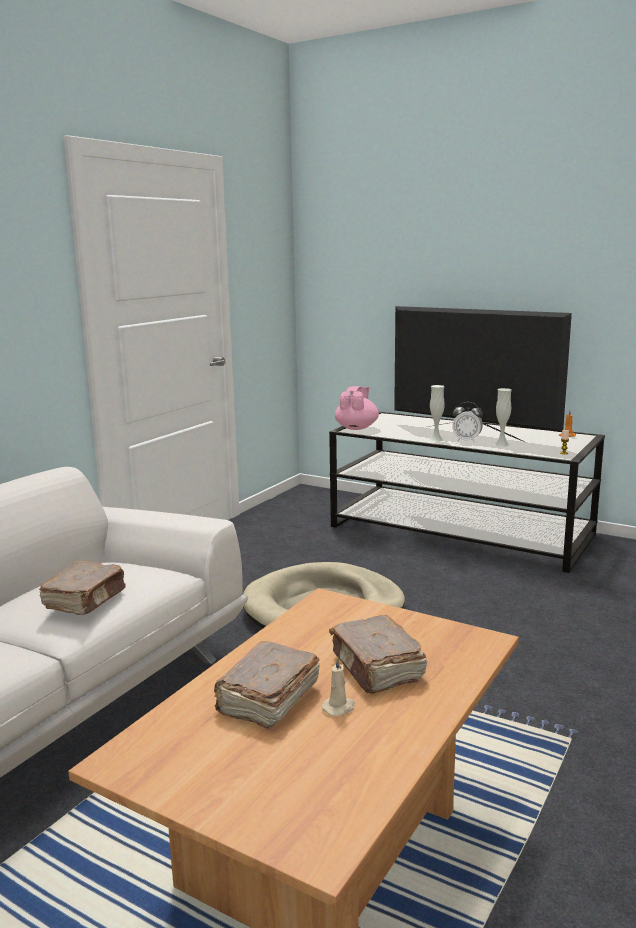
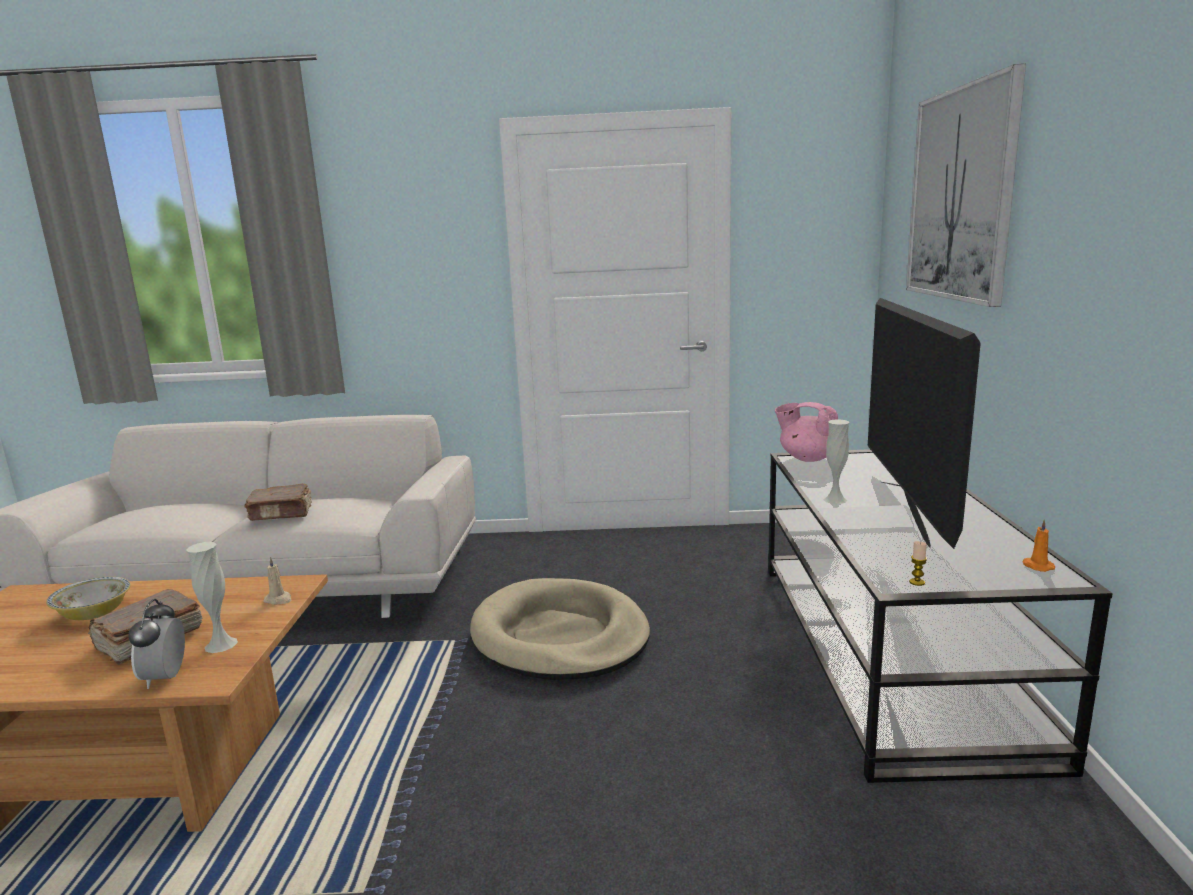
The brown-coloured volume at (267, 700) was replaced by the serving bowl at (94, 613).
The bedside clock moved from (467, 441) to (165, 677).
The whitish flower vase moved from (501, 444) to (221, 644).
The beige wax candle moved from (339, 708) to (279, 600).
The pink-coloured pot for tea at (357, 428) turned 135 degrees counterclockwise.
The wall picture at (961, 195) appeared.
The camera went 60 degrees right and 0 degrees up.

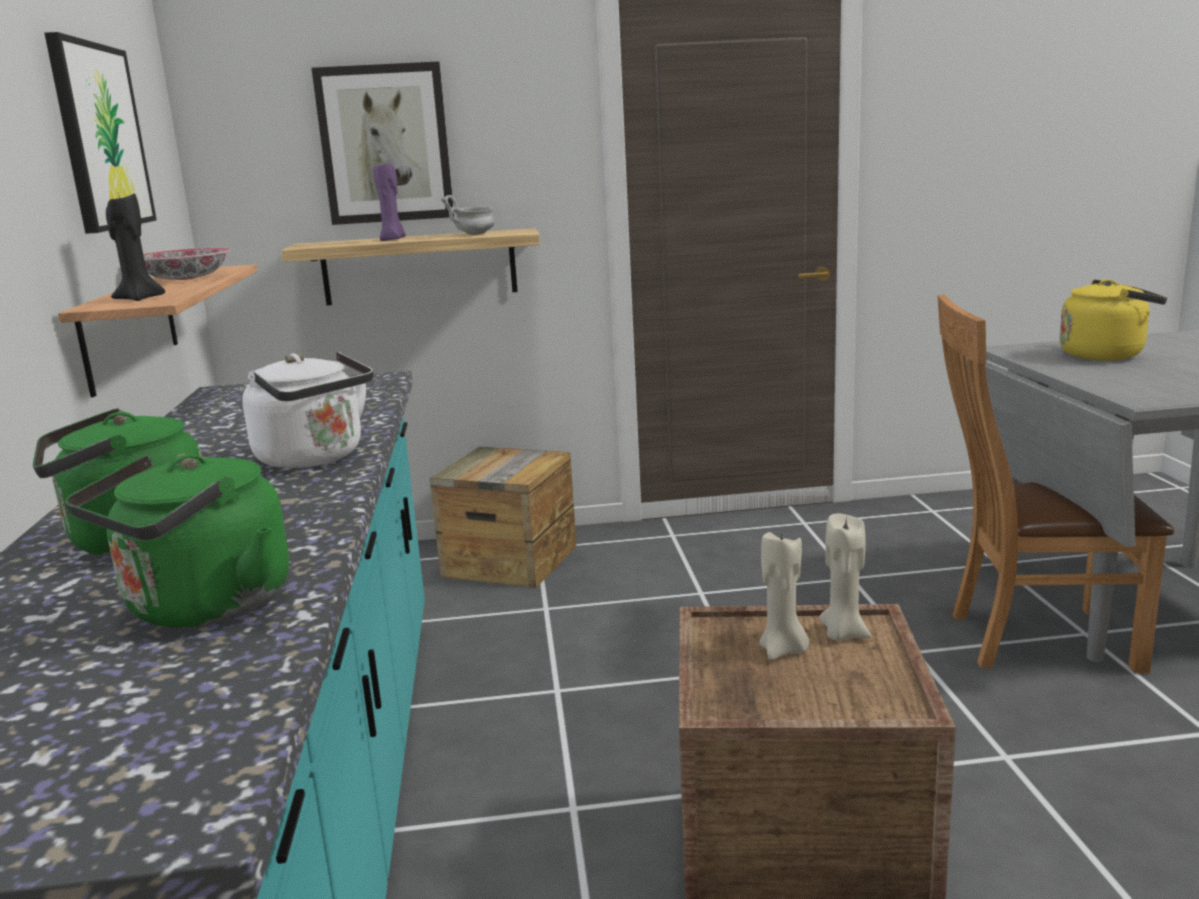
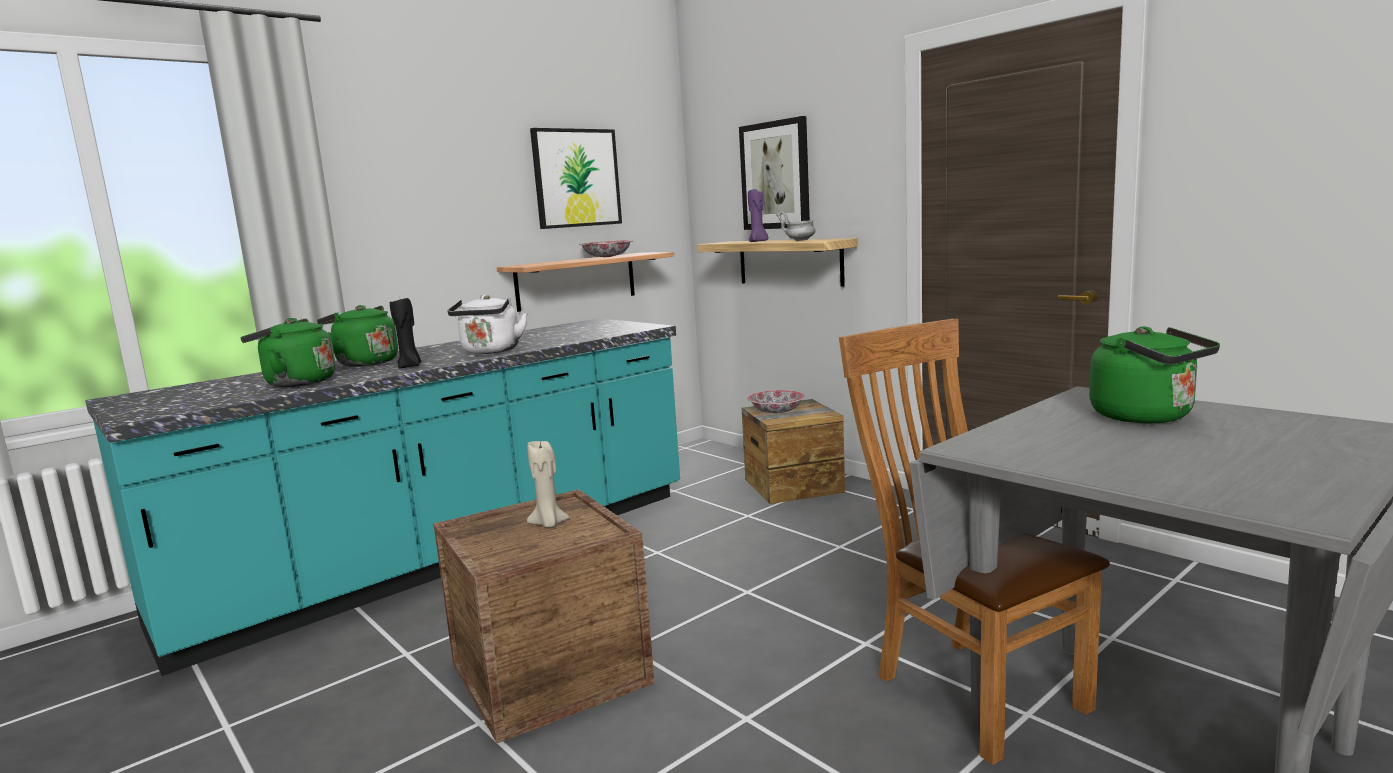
The black wax candle moved from (139, 299) to (410, 366).
The serving bowl at (777, 411) appeared.
The yellowish tea kettle at (1106, 355) became the green tea kettle at (1147, 417).
The beige wax candle at (842, 634) disappeared.
The camera went 55 degrees right and 5 degrees down.

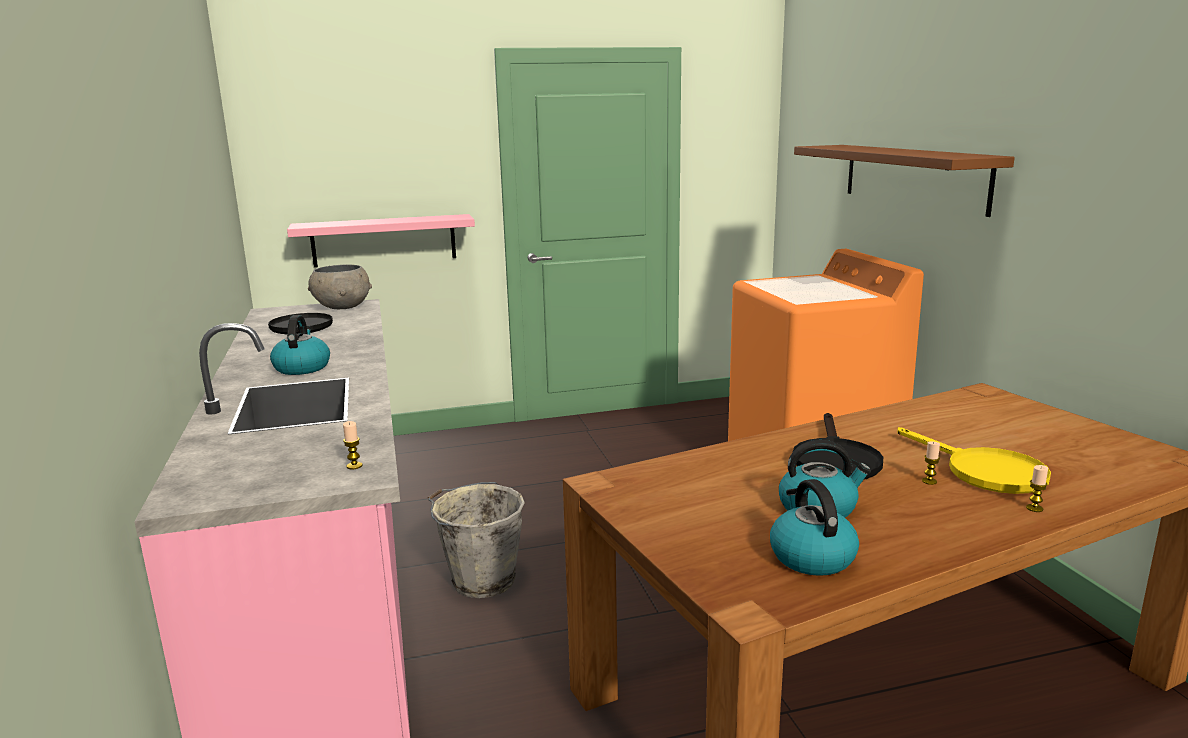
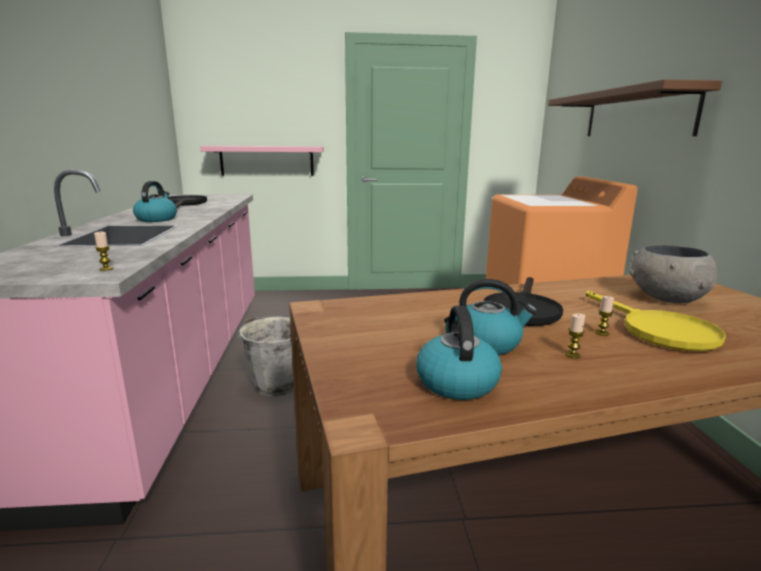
The wax candle moved from (1034, 508) to (572, 355).
The greyish serving bowl moved from (342, 307) to (666, 298).
The camera went 10 degrees right and 0 degrees up.

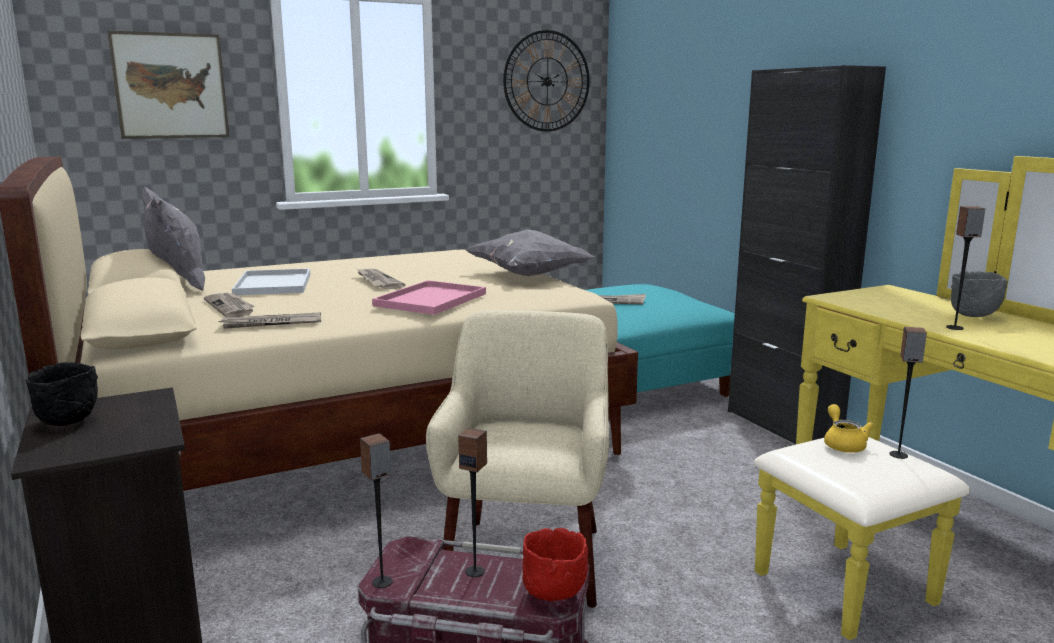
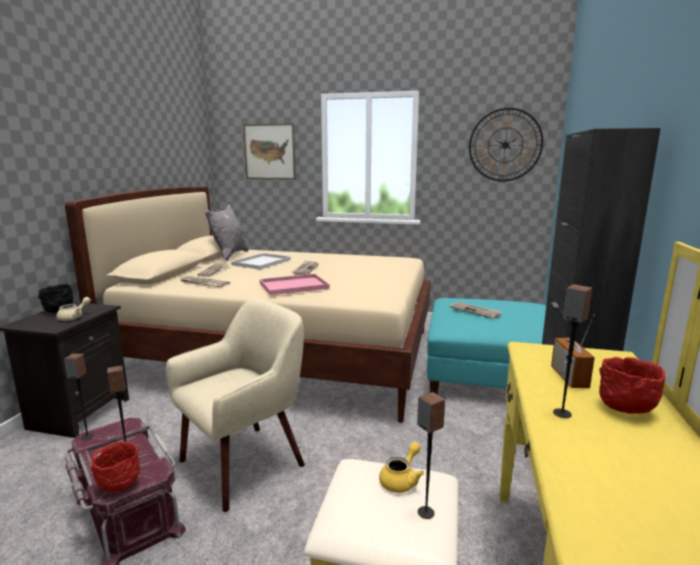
The beige pot for tea at (74, 317) appeared.
The radio at (569, 378) appeared.
The greyish serving bowl at (974, 316) became the reddish serving bowl at (626, 410).
The greyish cushion at (529, 275) disappeared.
The camera went 40 degrees right and 0 degrees up.

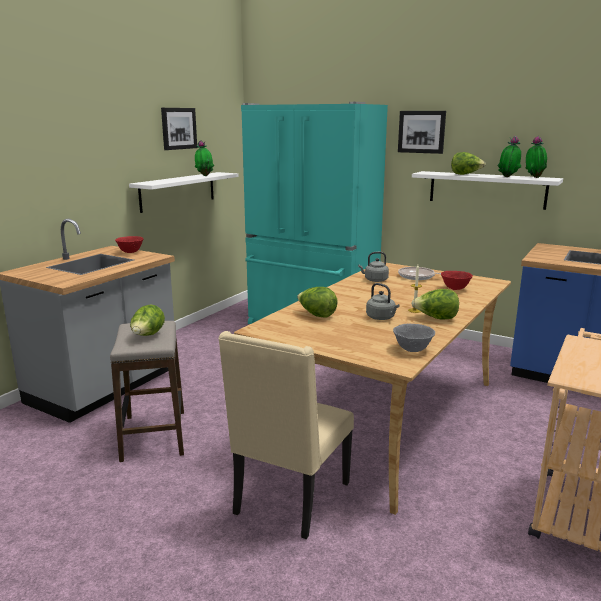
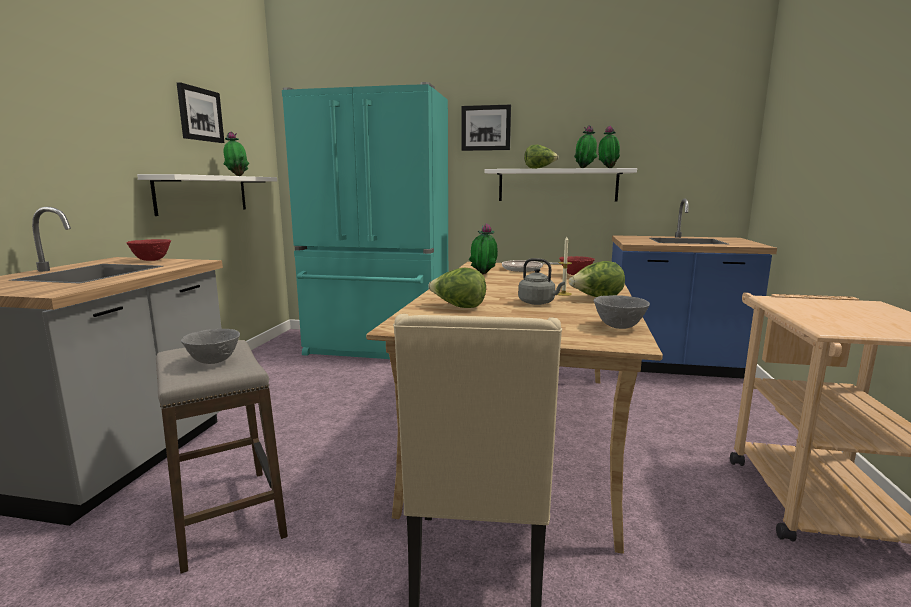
The lettuce head at (147, 336) was replaced by the greyish serving bowl at (214, 361).
The greyish tea kettle at (374, 280) was replaced by the plant in a pot at (483, 274).
The camera went 20 degrees left and 5 degrees down.

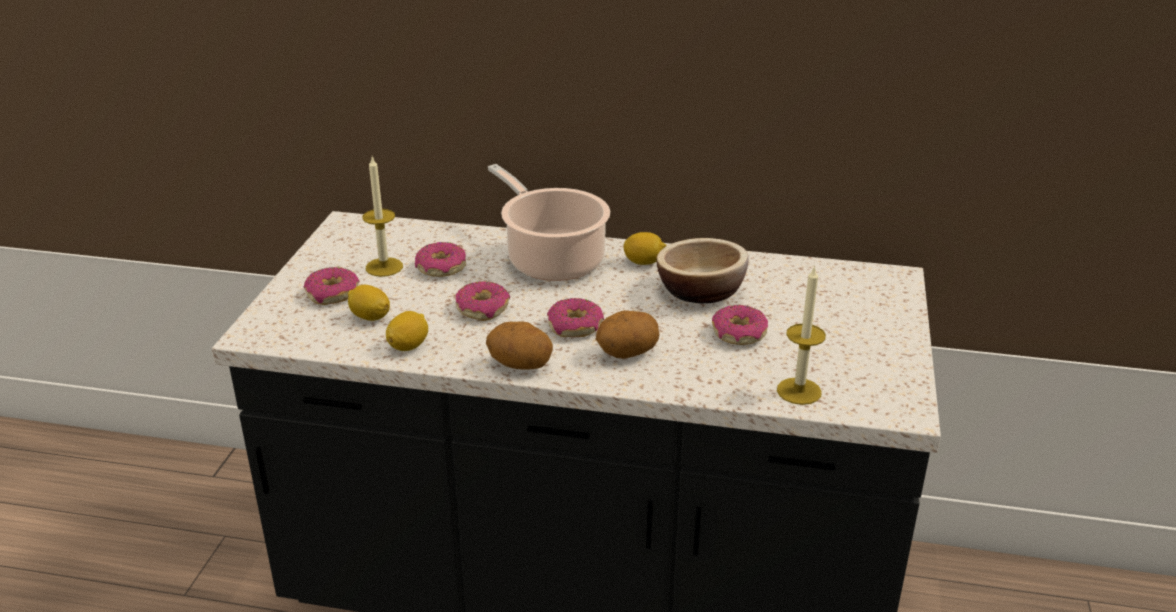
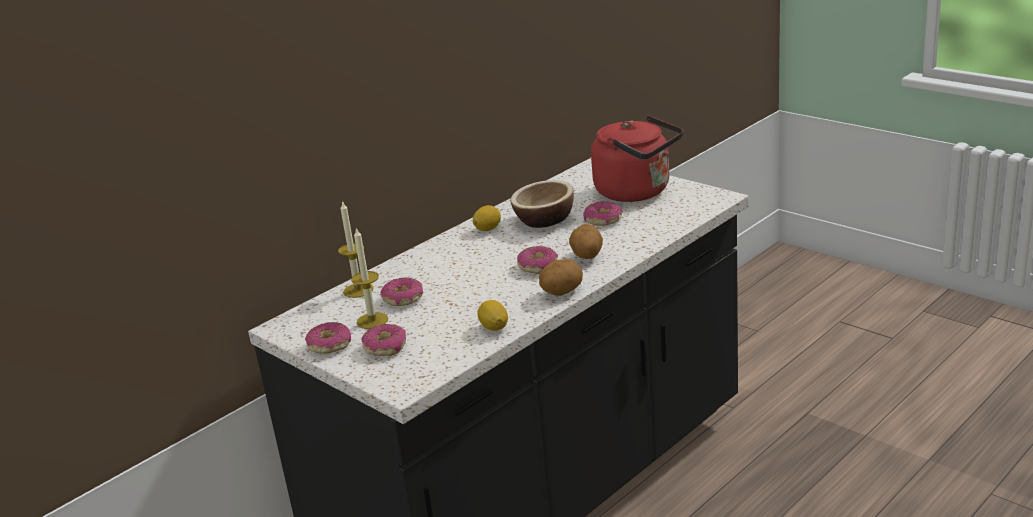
The ring doughnut moved from (483, 308) to (329, 345).
The wax candle moved from (799, 391) to (358, 290).
The reddish tea kettle at (637, 192) appeared.
The lemon at (370, 317) disappeared.
The stockpot at (552, 259) disappeared.
The camera went 55 degrees left and 5 degrees down.

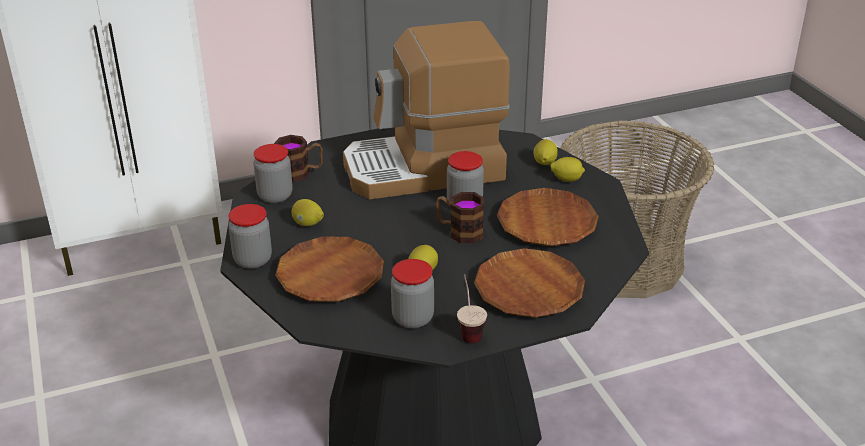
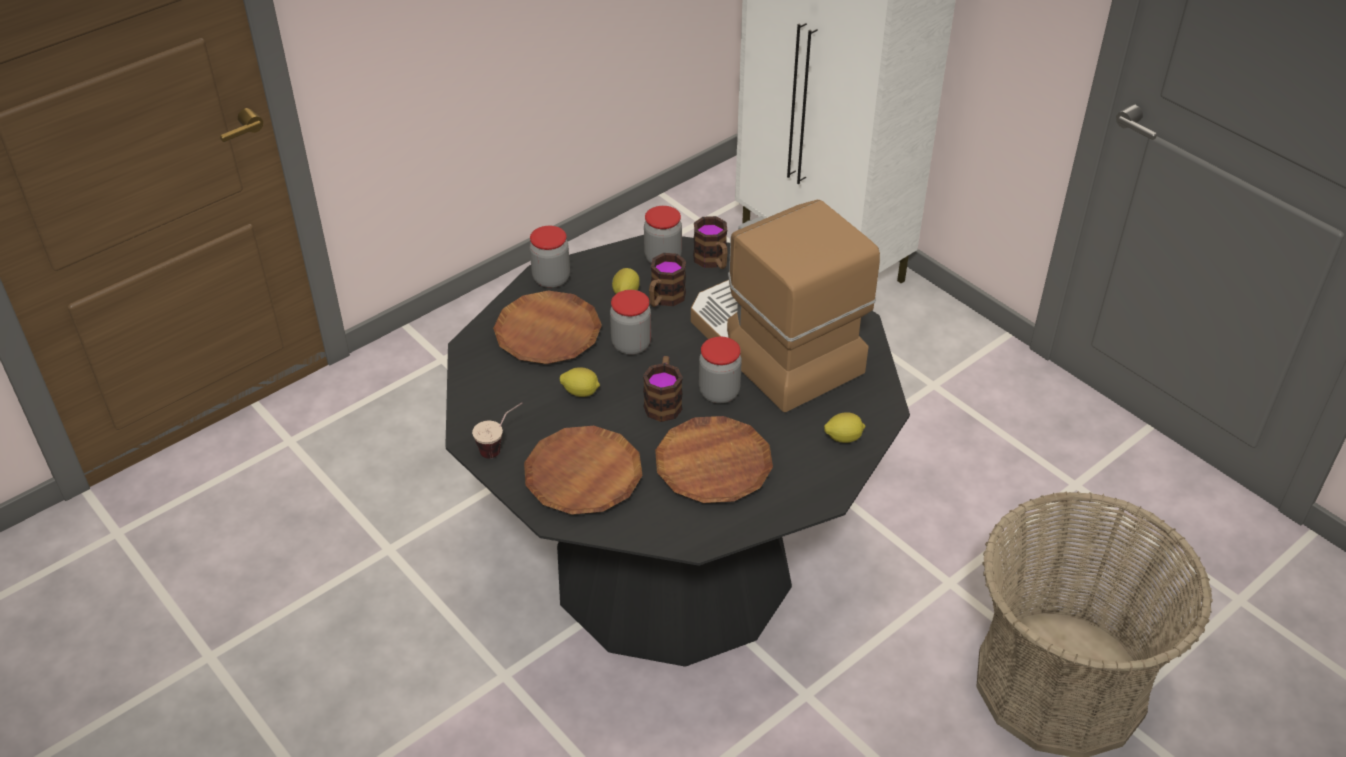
The storage jar moved from (413, 318) to (631, 344).
The mug at (664, 299) appeared.
The lemon at (566, 179) disappeared.
The camera went 70 degrees right and 10 degrees up.

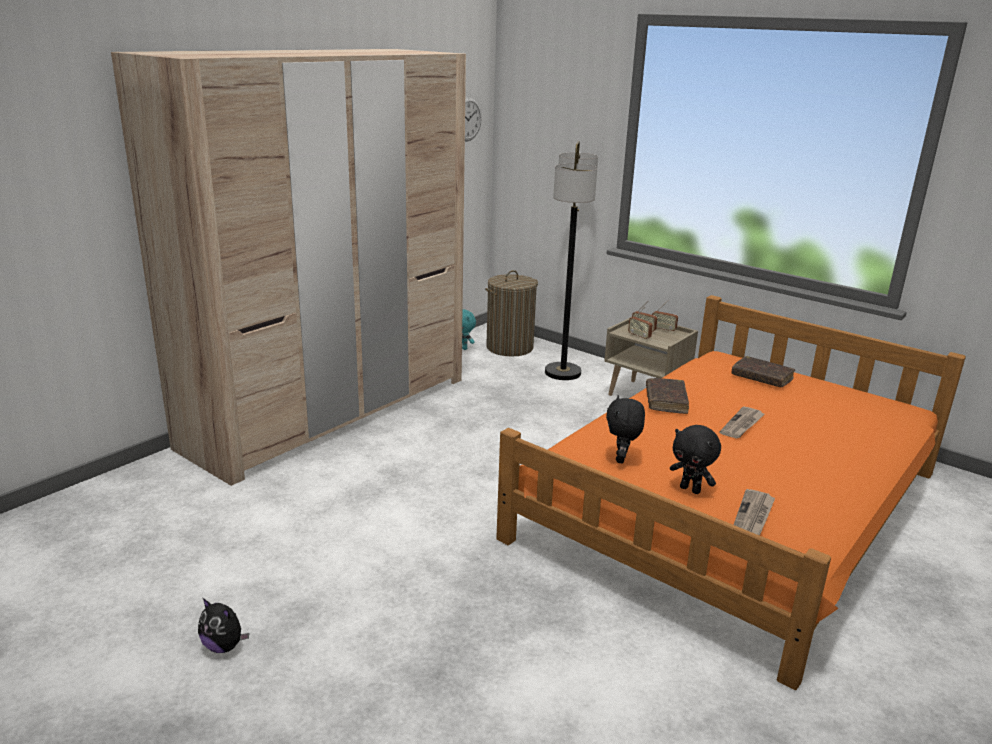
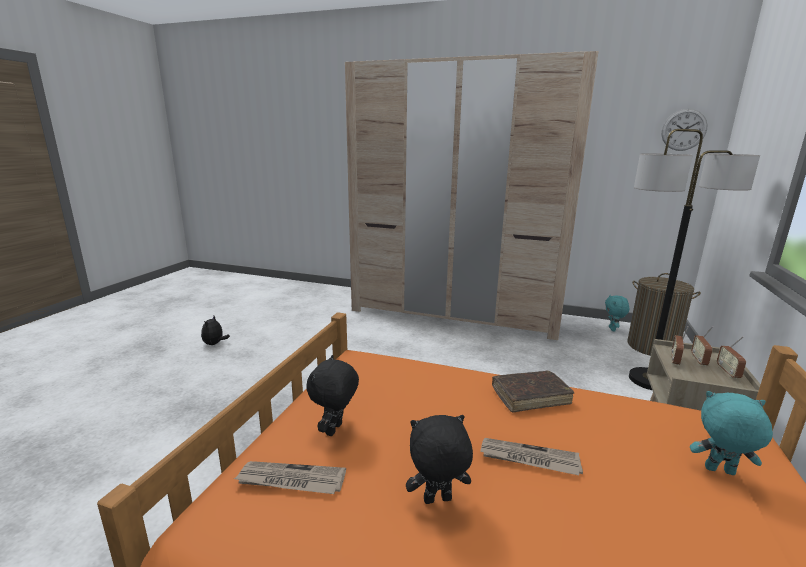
The black cuddly toy moved from (621, 459) to (437, 501).
The brown-coloured volume at (762, 378) was replaced by the blue-green cuddly toy at (719, 471).
The camera went 70 degrees right and 5 degrees down.

